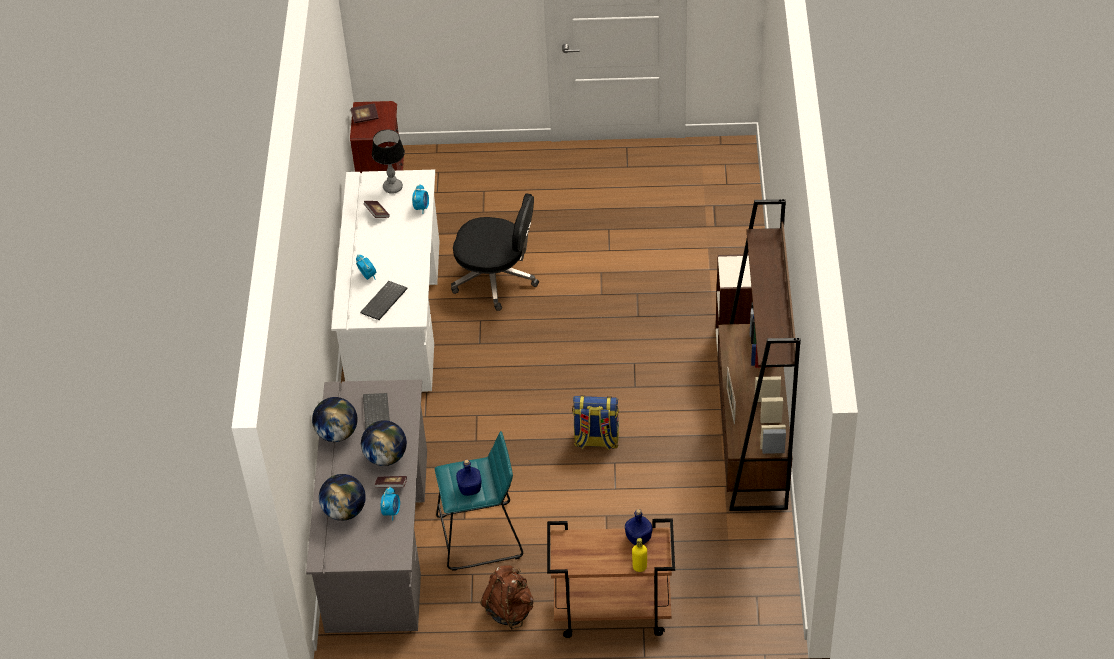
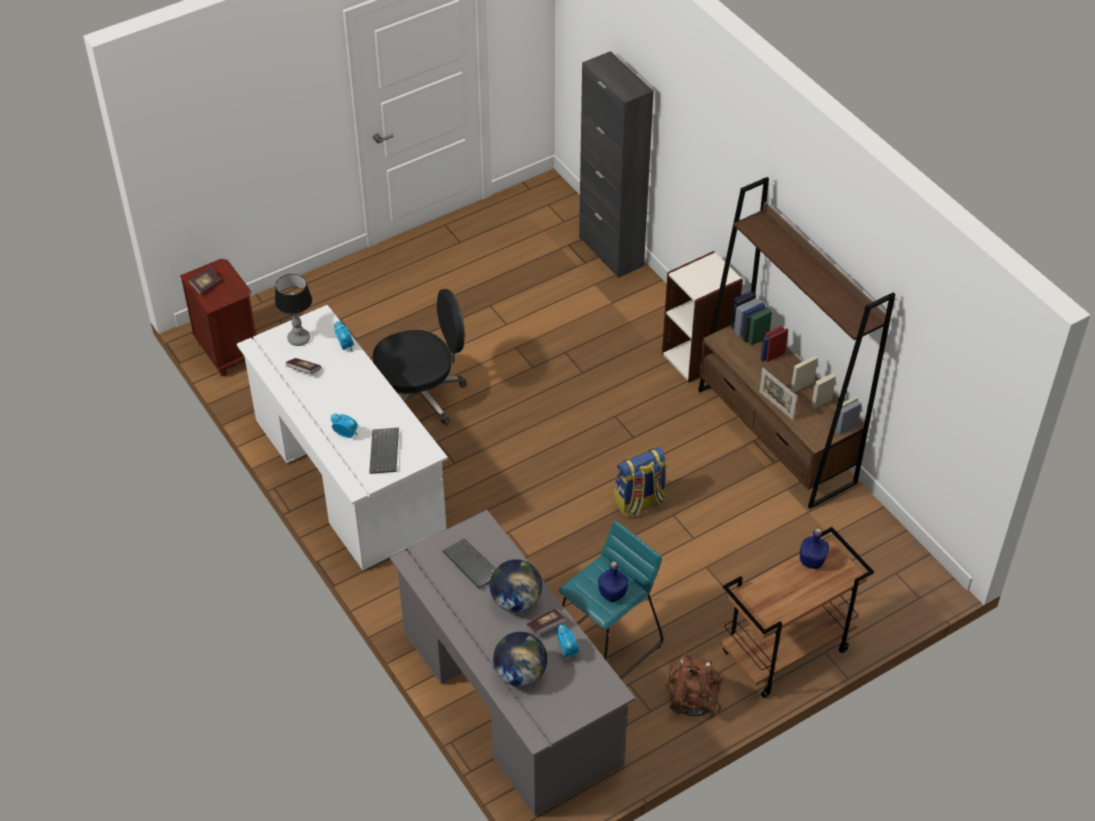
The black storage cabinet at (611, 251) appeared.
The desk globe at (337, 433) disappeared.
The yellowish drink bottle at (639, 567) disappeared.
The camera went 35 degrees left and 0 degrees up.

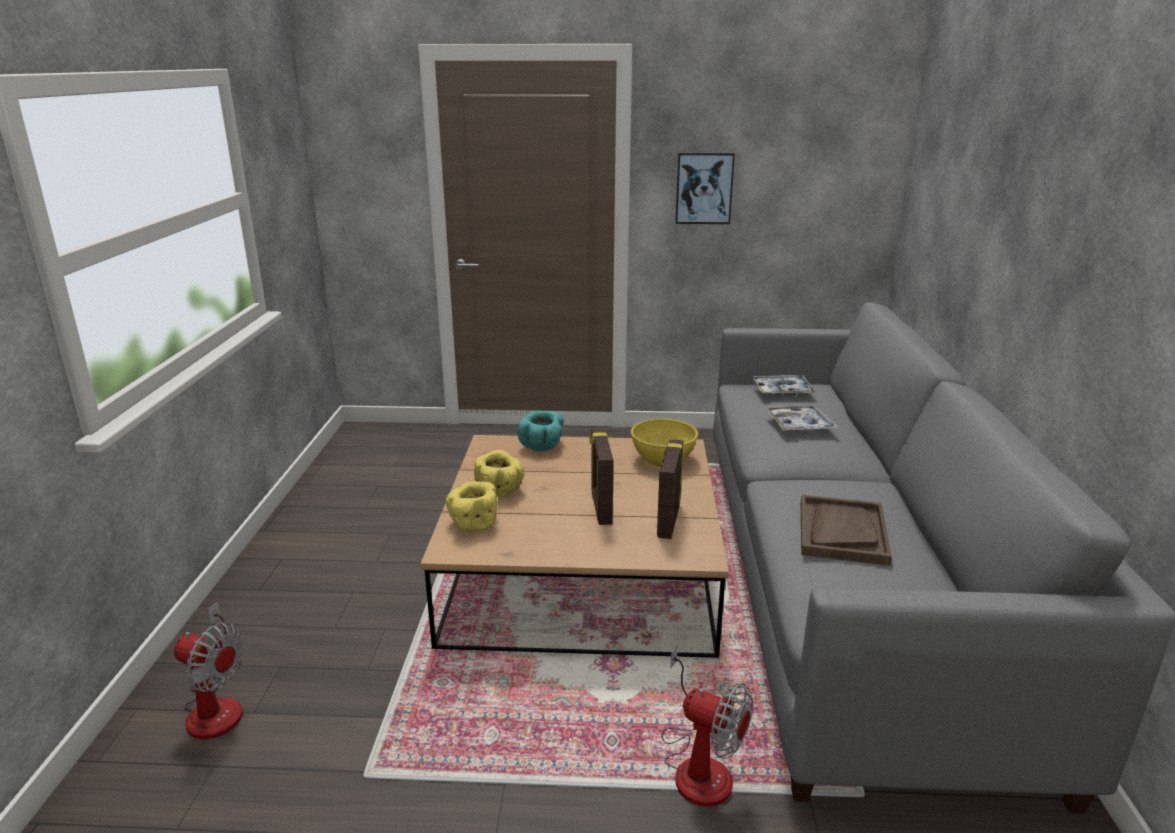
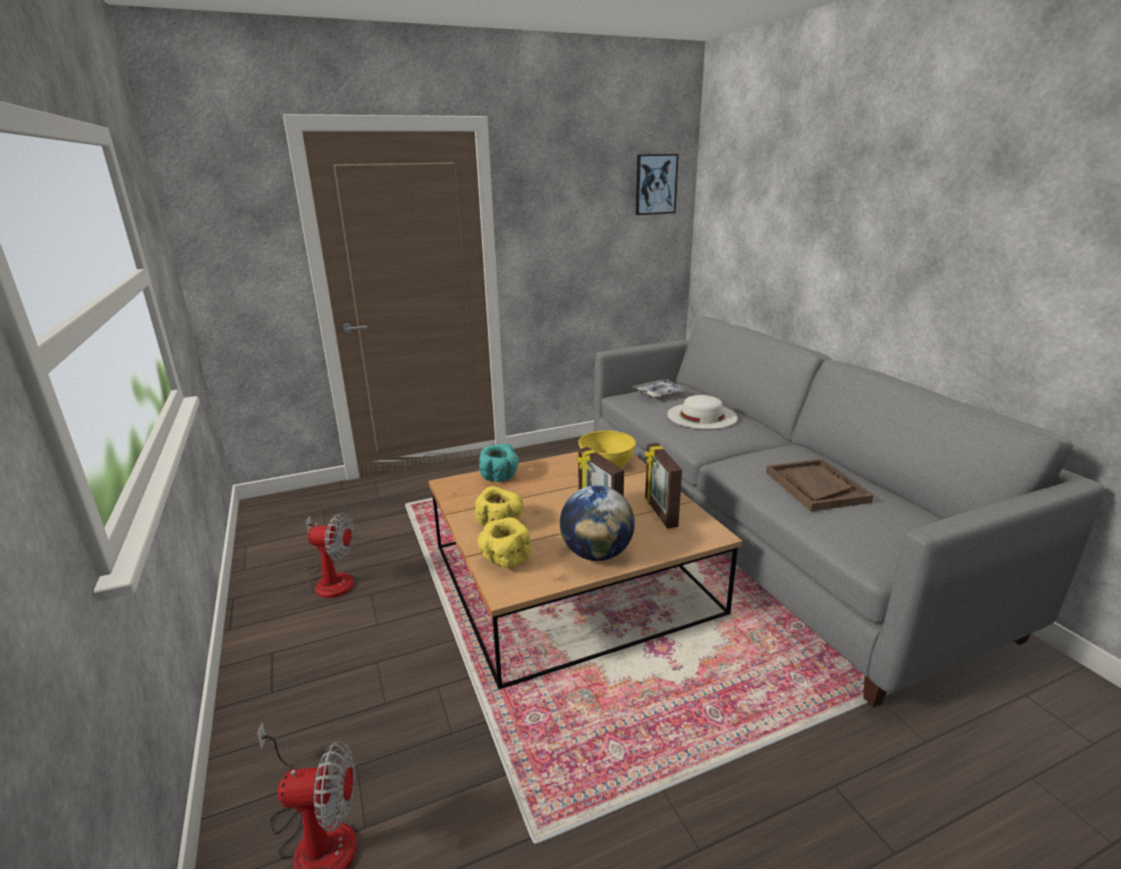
The fan moved from (698, 765) to (331, 578).
The desk globe at (596, 554) appeared.
The wall picture moved from (704, 188) to (655, 184).
The carrying tray at (799, 425) was replaced by the whitish hat at (701, 416).
The camera went 25 degrees left and 0 degrees up.

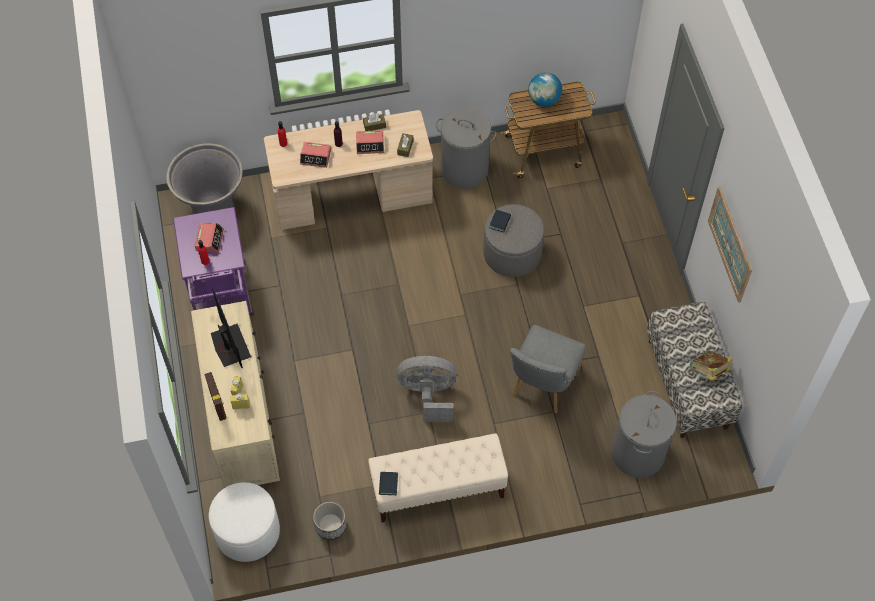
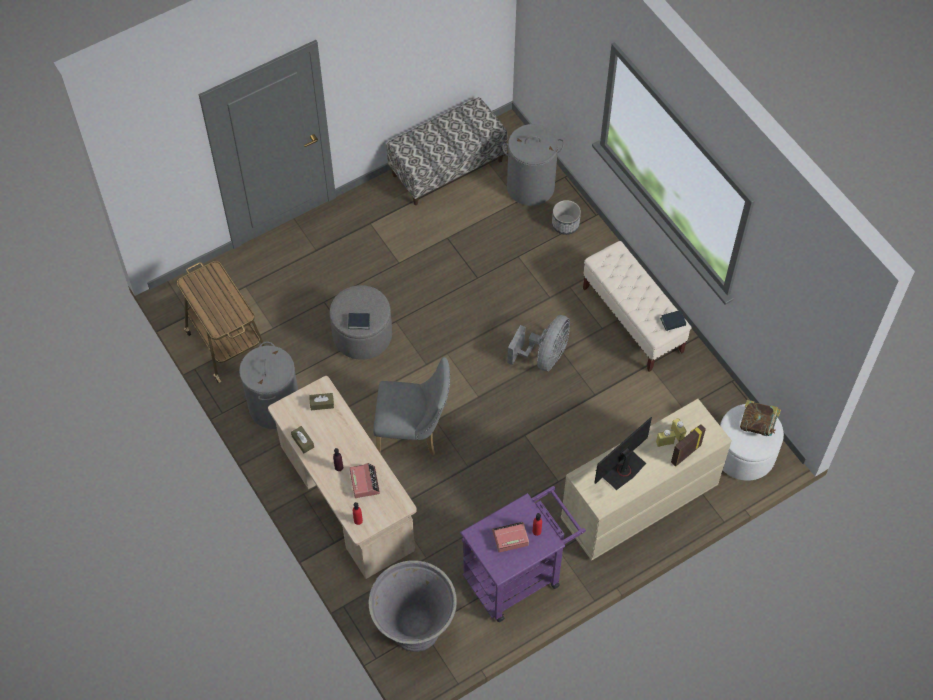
The greyish plain chair moved from (542, 386) to (414, 432).
The greyish fan at (428, 395) turned 135 degrees counterclockwise.
The flower pot moved from (331, 526) to (565, 224).
The volume moved from (708, 372) to (758, 425).
The bedside clock at (370, 145) disappeared.
The desk globe at (544, 100) disappeared.
The wall picture at (730, 244) disappeared.
The camera went 110 degrees left and 0 degrees up.

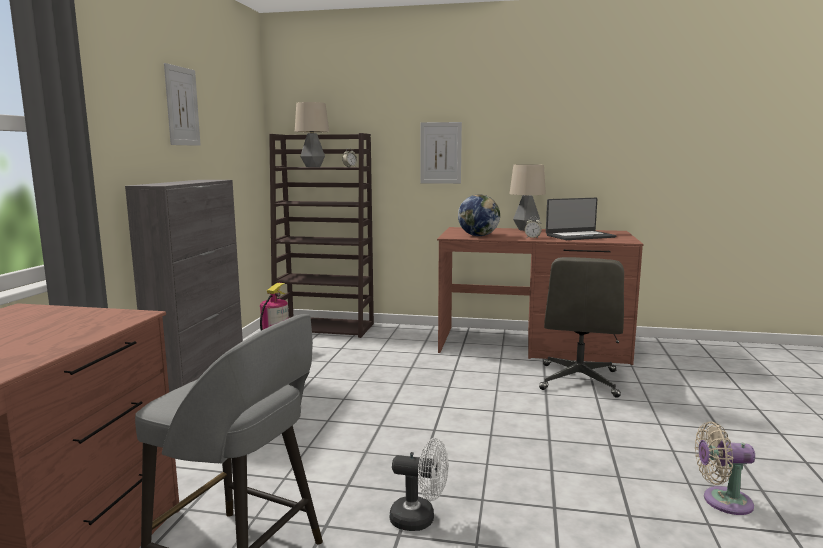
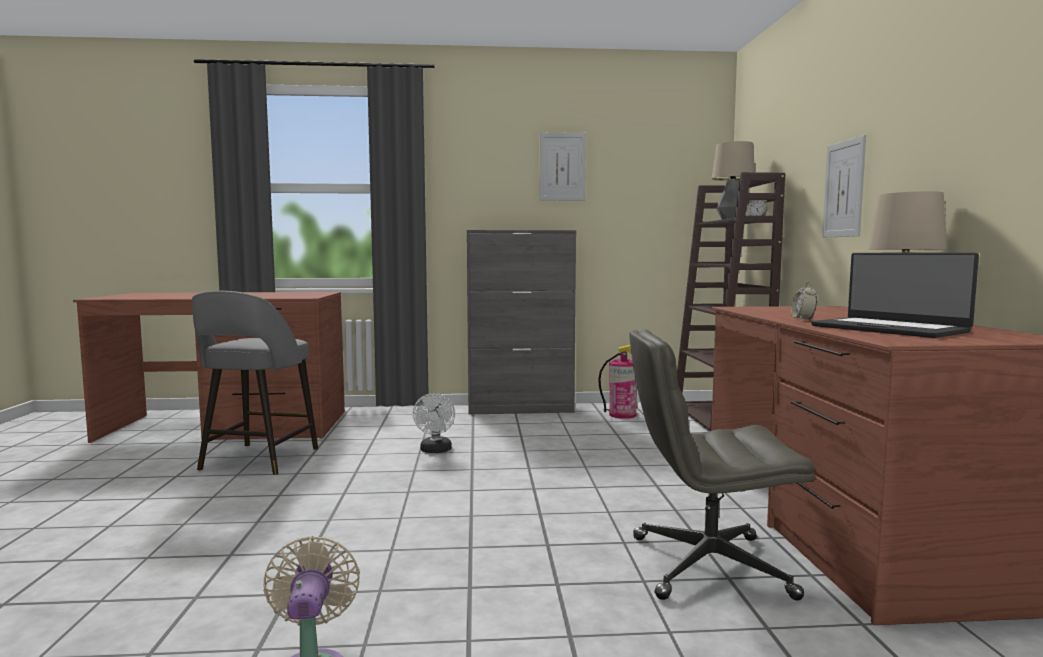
The whitish fan moved from (420, 519) to (435, 451).
The desk globe at (478, 236) disappeared.
The camera went 75 degrees right and 5 degrees down.

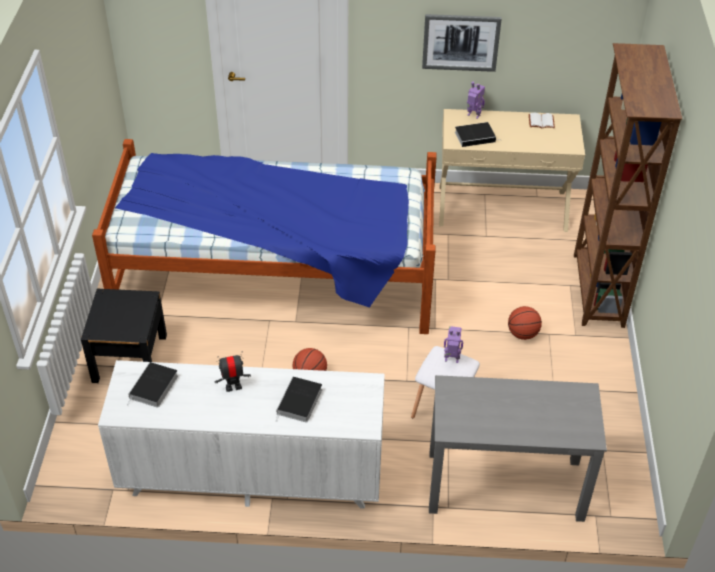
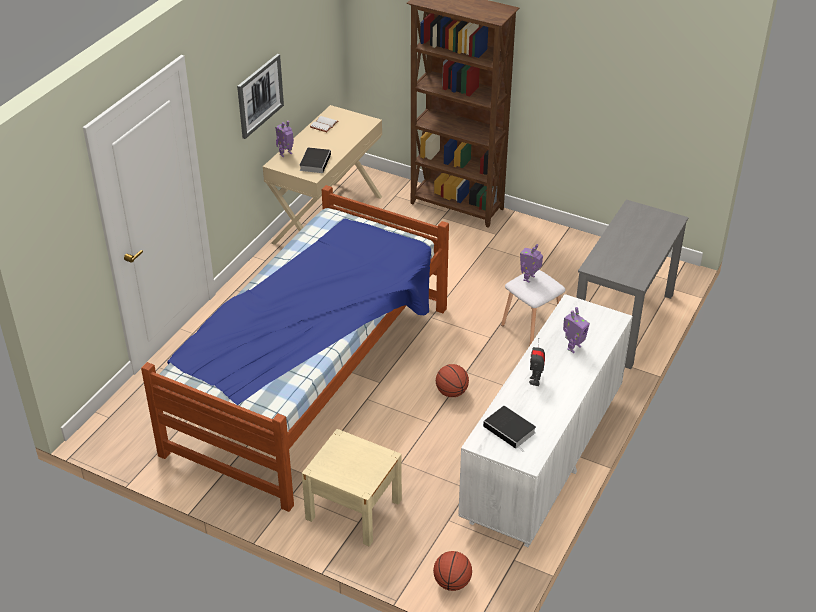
The black night table at (130, 358) became the beige night table at (353, 509).
The basketball ball moved from (522, 334) to (452, 582).
The volume at (299, 403) was replaced by the model robot at (573, 347).
The camera went 65 degrees left and 5 degrees down.

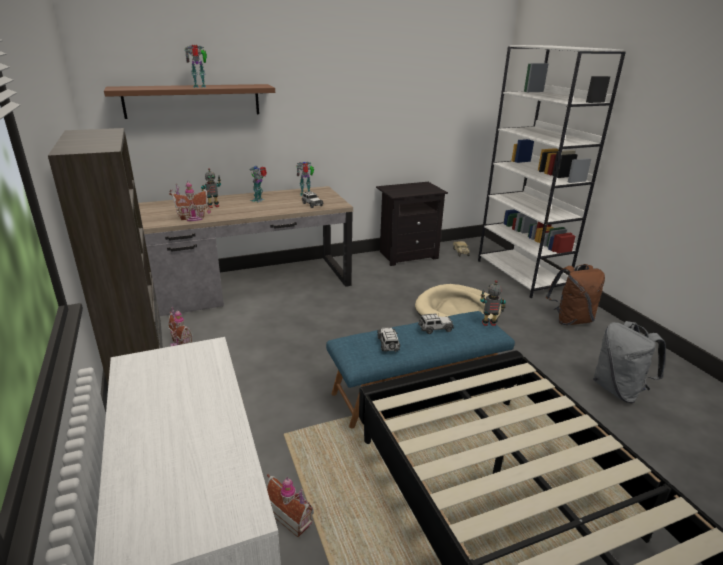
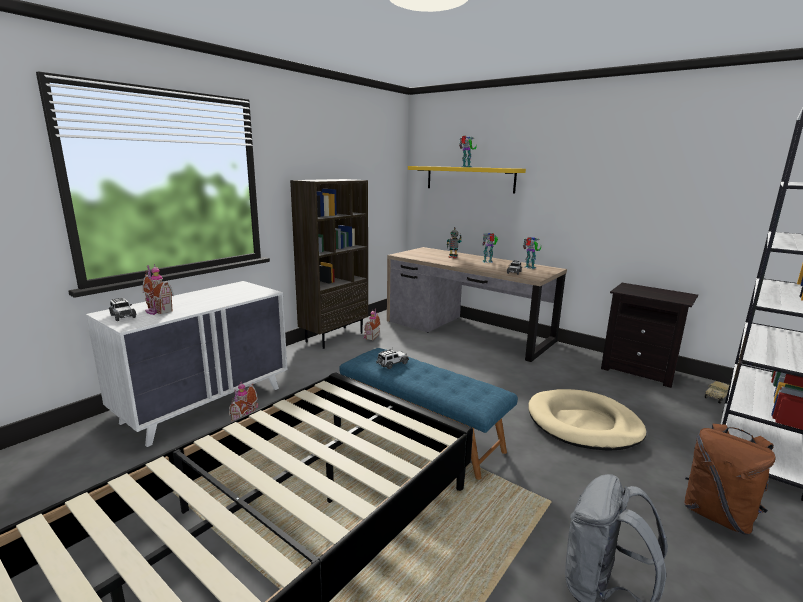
The miniature car moved from (435, 329) to (122, 316).
The miniature house moved from (193, 218) to (157, 310).
The brown-coloured wall shelf at (192, 101) became the yellowish wall shelf at (469, 179).
The model robot at (489, 324) disappeared.
The camera went 60 degrees right and 10 degrees down.

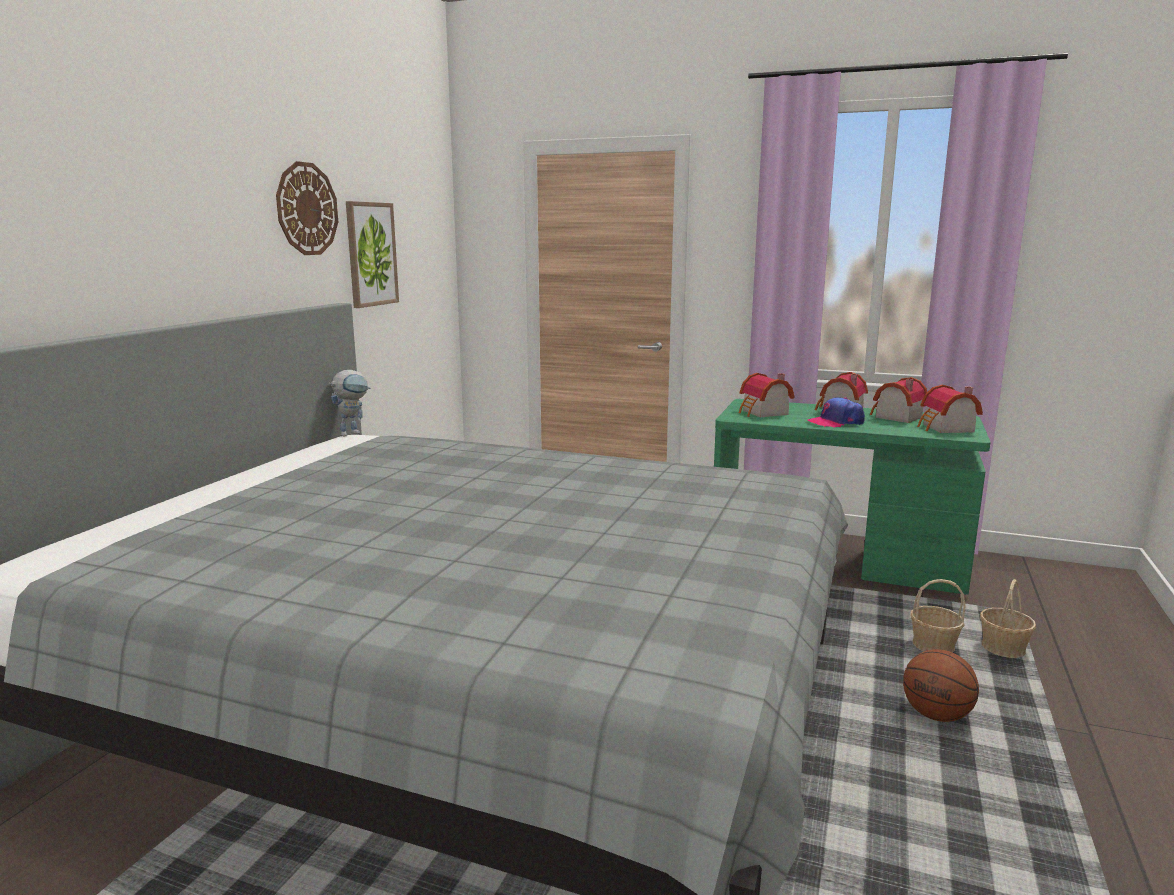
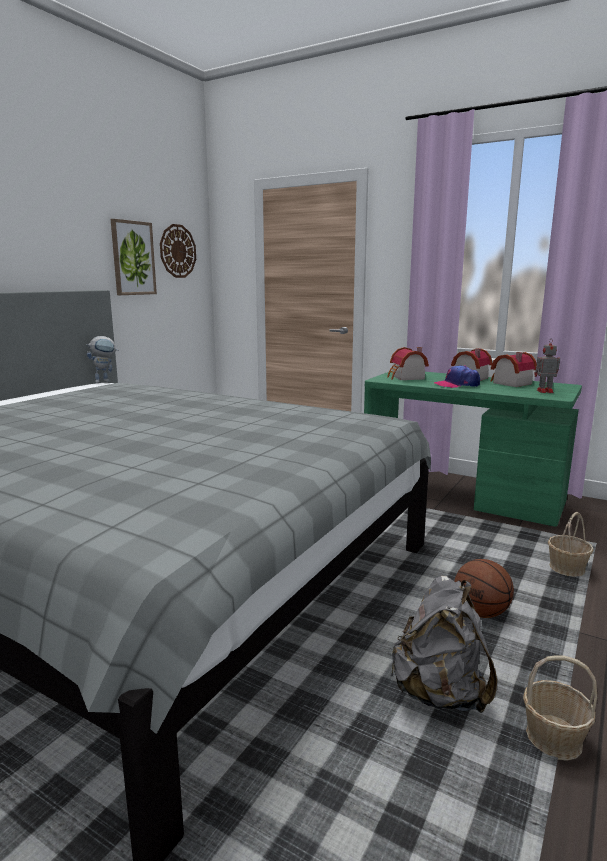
The hanging clock moved from (307, 209) to (177, 251).
The greyish knapsack at (439, 693) appeared.
The basket moved from (933, 646) to (553, 738).
The miniature house at (946, 428) was replaced by the model robot at (544, 391).
The camera went 10 degrees right and 0 degrees up.

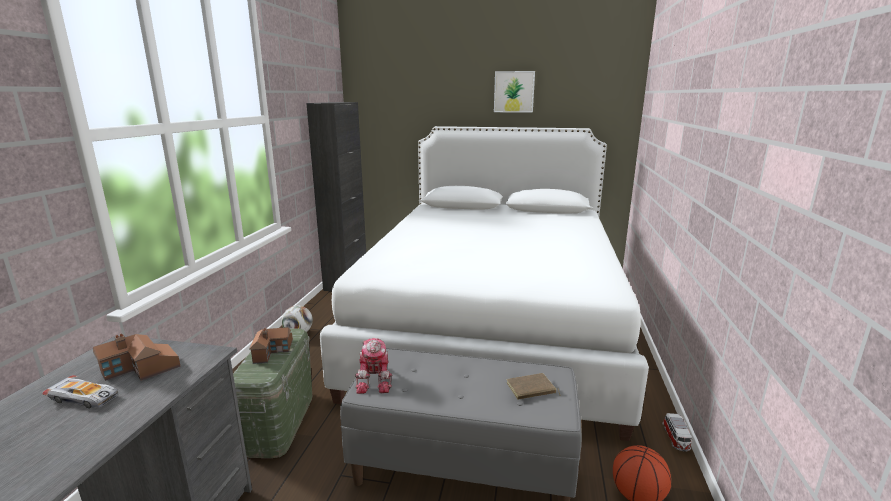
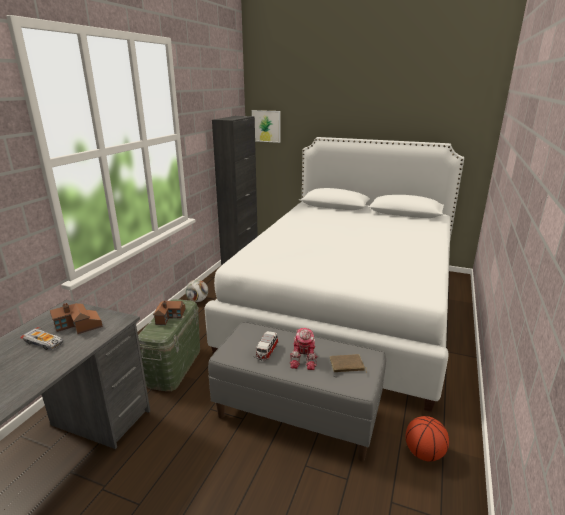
The wall picture moved from (514, 92) to (266, 126).
The miniature car moved from (676, 439) to (267, 352).
The model robot moved from (376, 380) to (304, 358).
The camera went 10 degrees right and 5 degrees up.

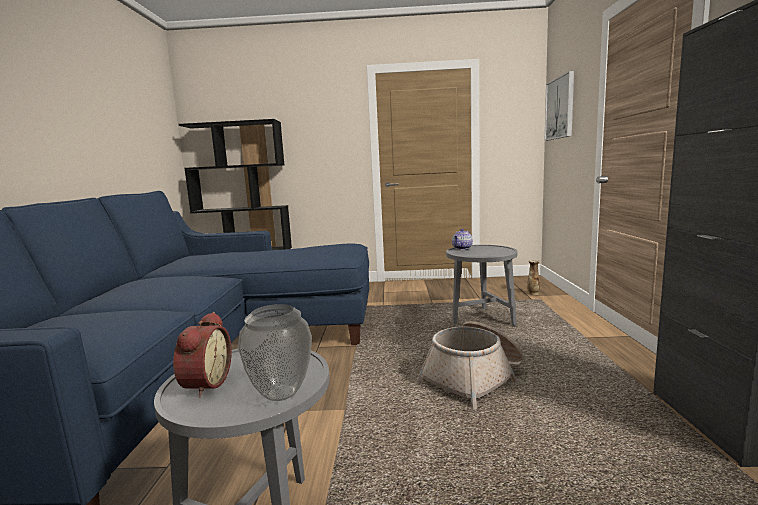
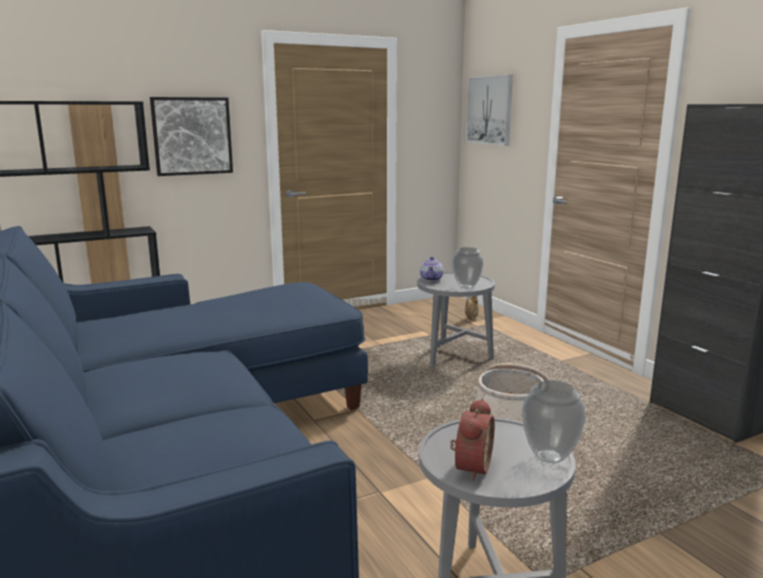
The wall picture at (192, 136) appeared.
The bedside clock at (204, 384) turned 45 degrees clockwise.
The flower vase at (467, 287) appeared.
The camera went 30 degrees left and 5 degrees up.

